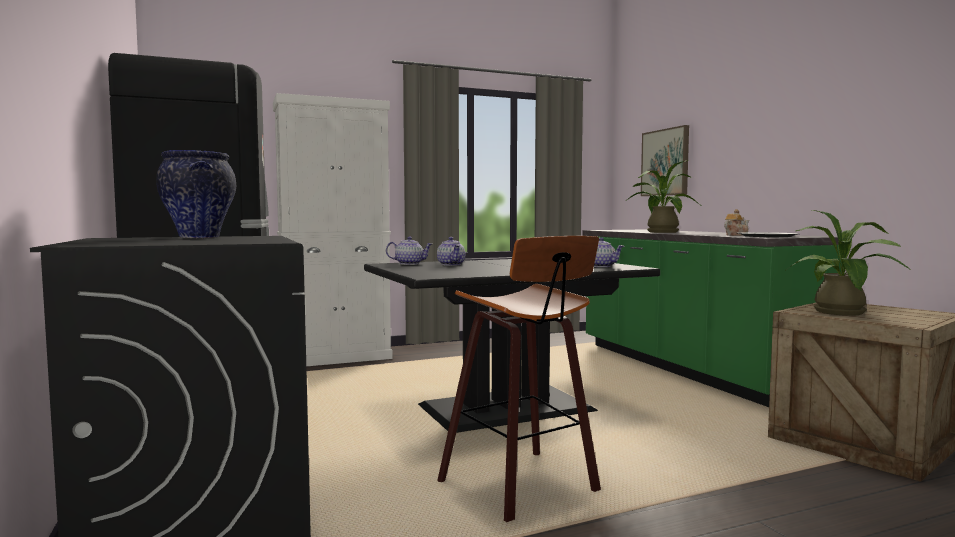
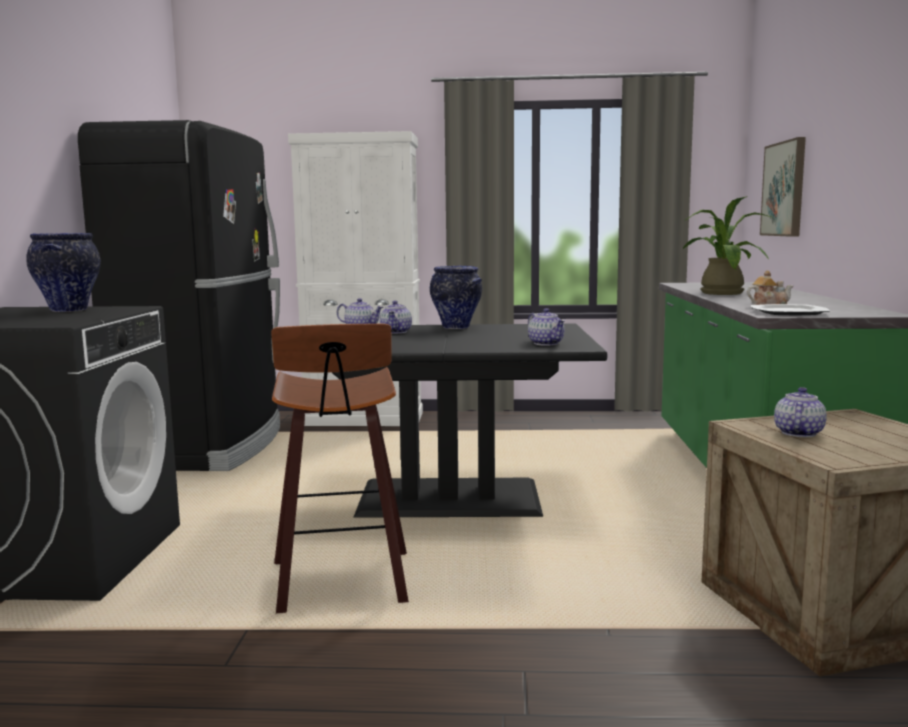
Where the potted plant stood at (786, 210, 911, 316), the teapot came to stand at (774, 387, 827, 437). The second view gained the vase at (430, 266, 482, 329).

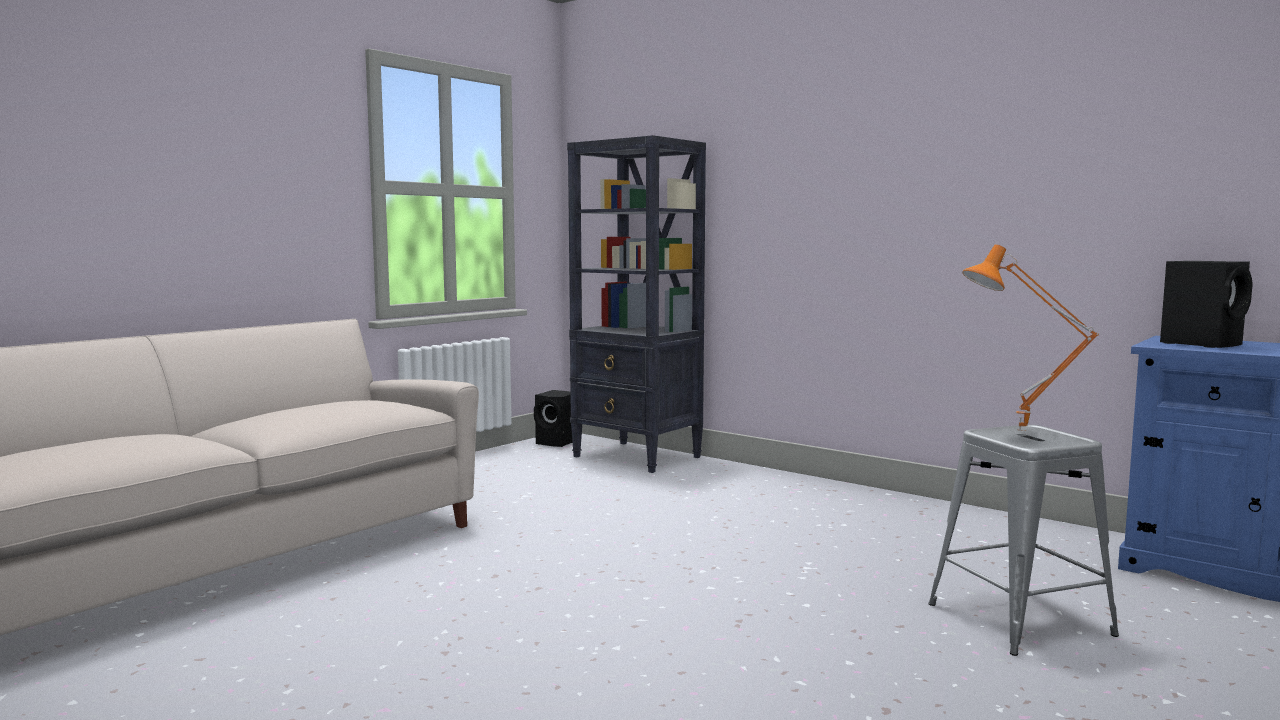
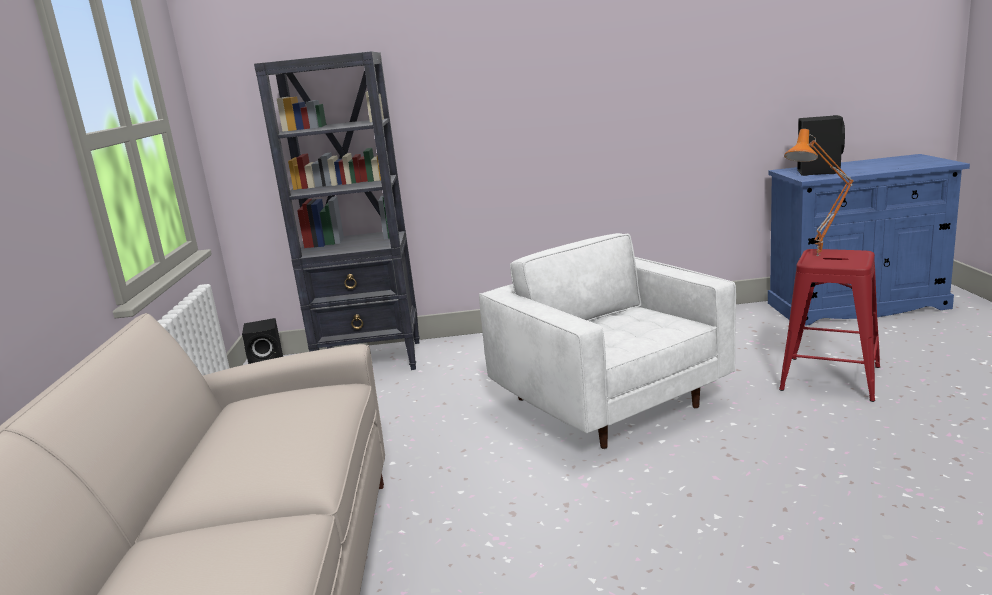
What was the stool/grey at (929, 425, 1119, 656) turned into the stool/red at (779, 249, 880, 402). The second view gained the armchair/white at (479, 233, 736, 449).

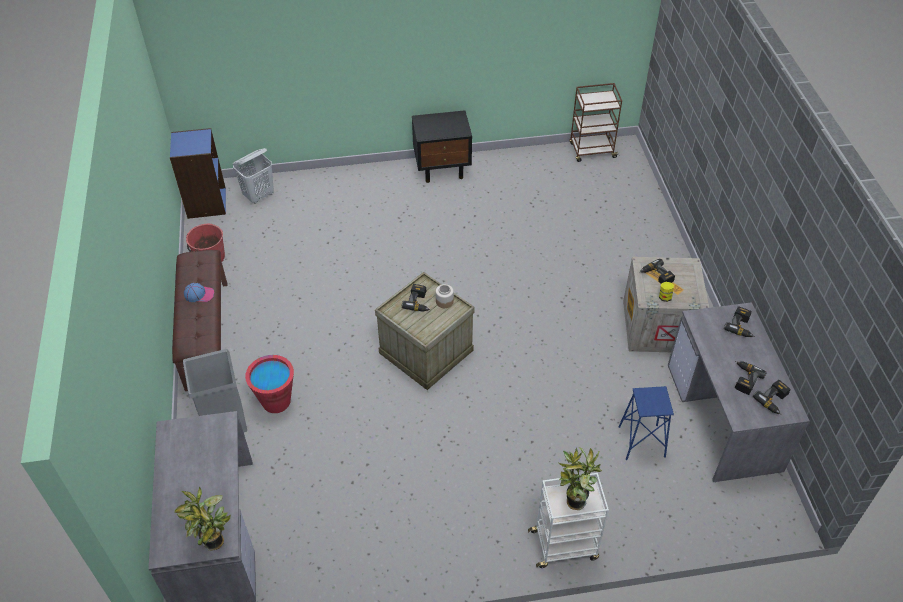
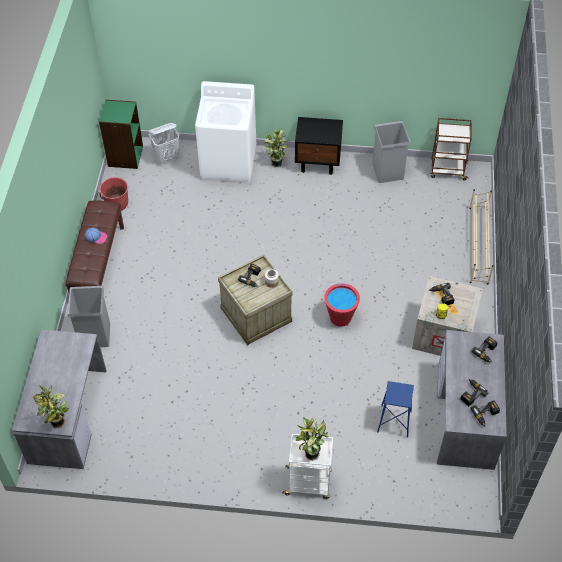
What was the bookcase/blue at (170, 128, 226, 219) turned into the bookcase/green at (99, 100, 143, 169). The bucket/red ended up elsewhere, having gone from (245, 355, 294, 413) to (324, 283, 360, 327). The second view gained the washing machine/white at (195, 81, 256, 183). The second view gained the potted plant at (264, 128, 289, 168). The second view gained the trash can/grey at (372, 121, 411, 183). The second view gained the shoe rack/beige at (469, 189, 494, 285).

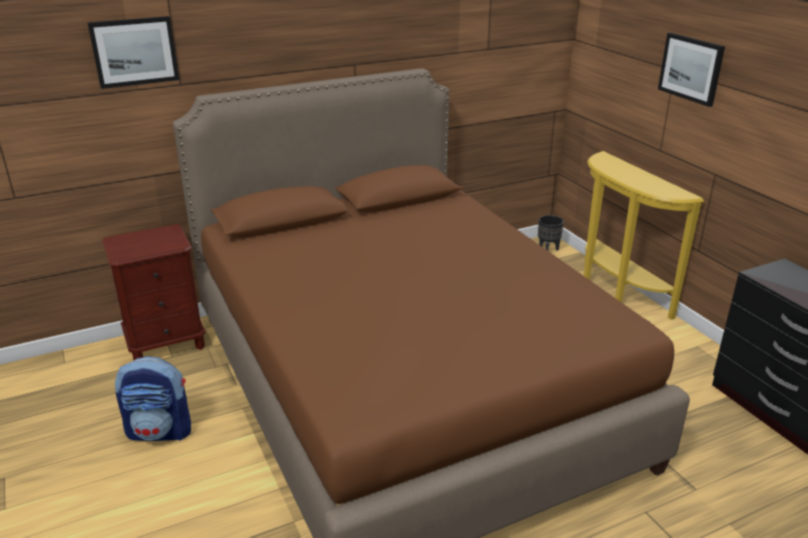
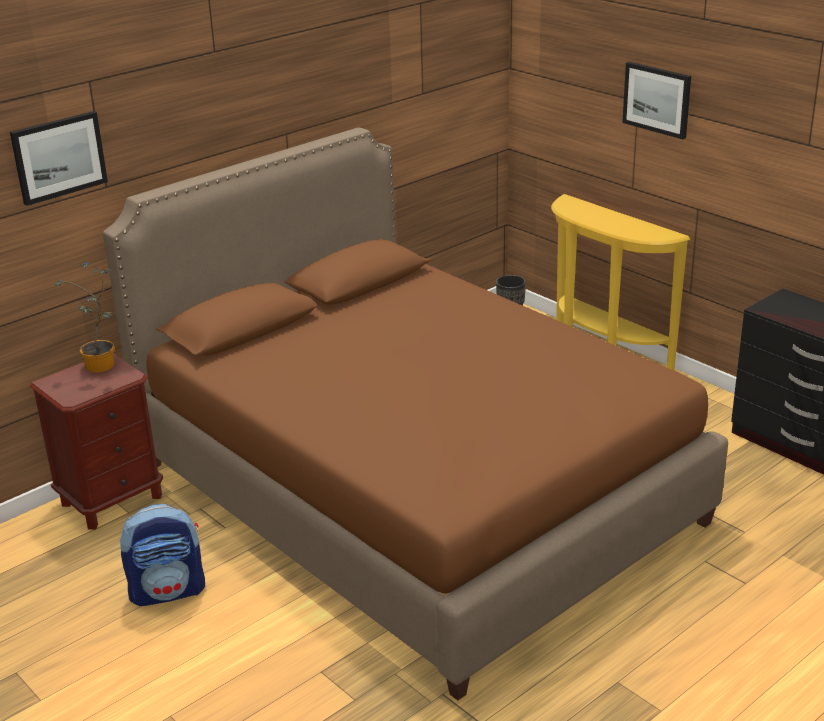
The second view gained the potted plant at (54, 262, 115, 373).

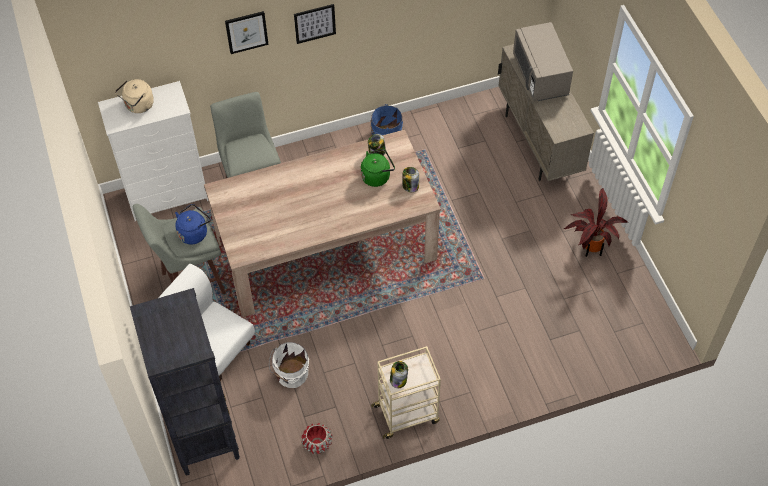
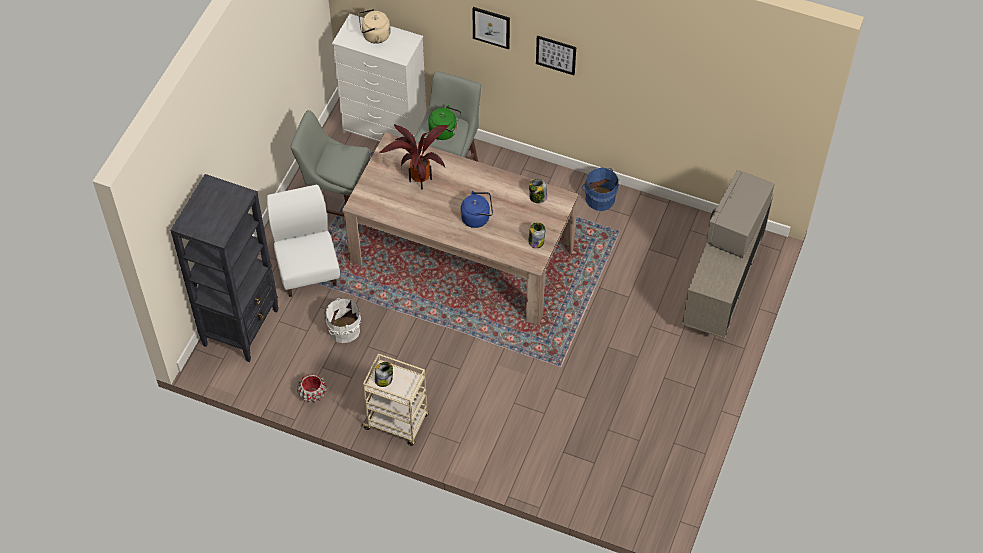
The kettle/blue ended up elsewhere, having gone from (175, 204, 211, 244) to (461, 191, 493, 228). The kettle/green ended up elsewhere, having gone from (361, 149, 395, 187) to (428, 105, 461, 140). The potted plant ended up elsewhere, having gone from (564, 188, 628, 257) to (380, 124, 449, 189).

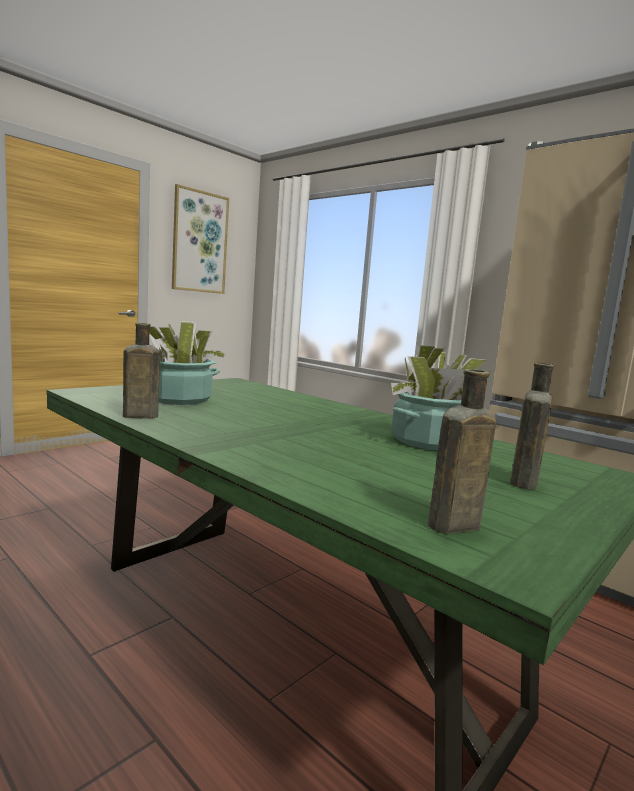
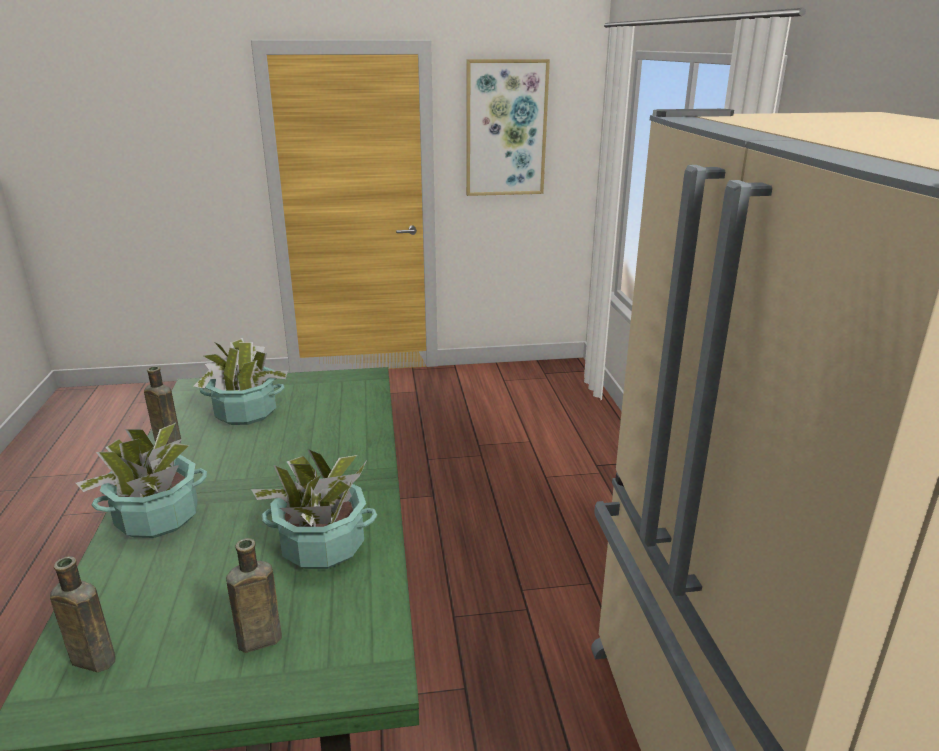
The second view gained the potted plant at (76, 423, 207, 538).

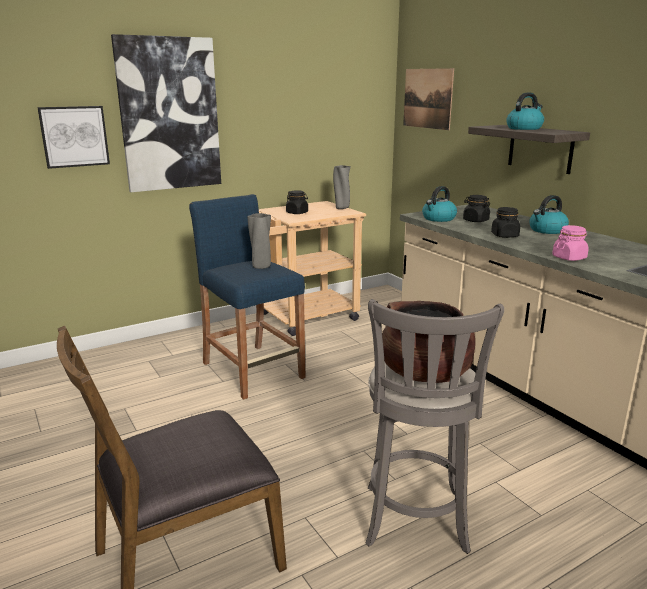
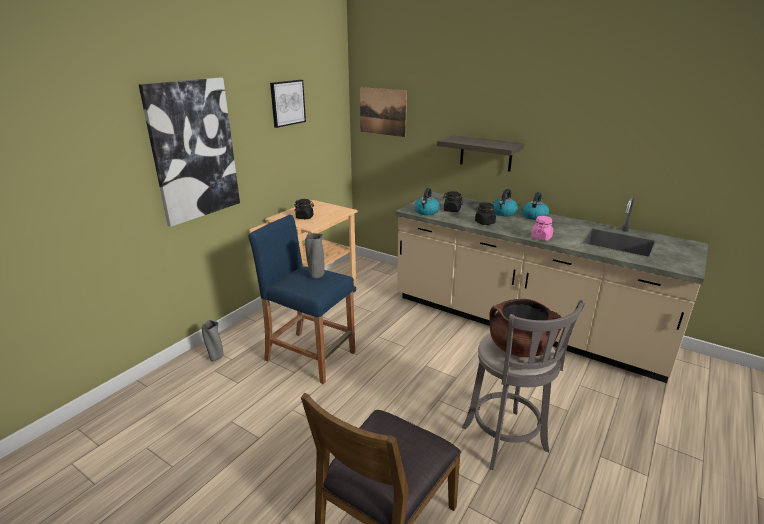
The picture ended up elsewhere, having gone from (37, 106, 110, 169) to (270, 80, 306, 128). The vase/grey ended up elsewhere, having gone from (333, 165, 351, 209) to (202, 320, 223, 361). The kettle ended up elsewhere, having gone from (506, 93, 544, 130) to (522, 192, 549, 220).

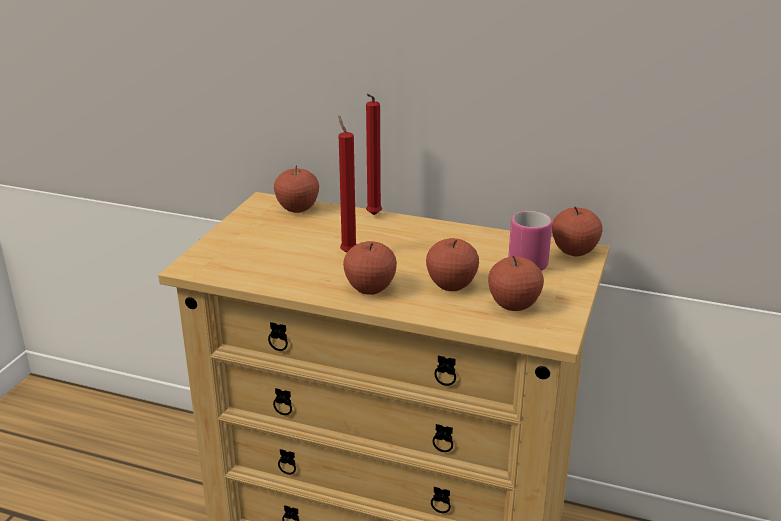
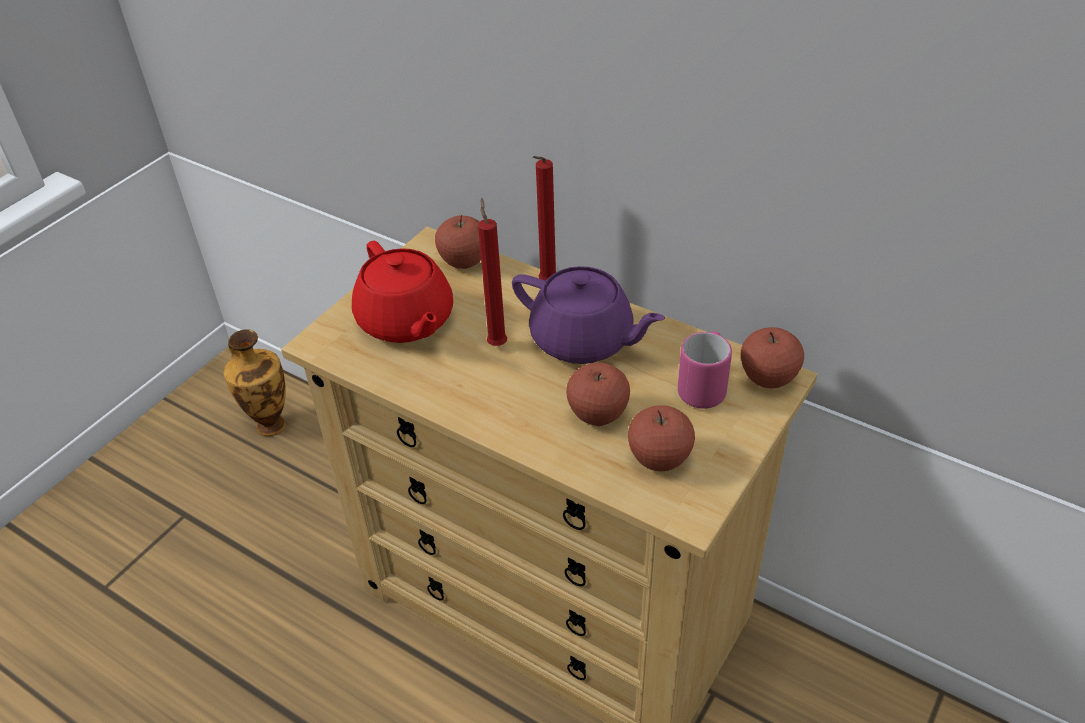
The second view lost the apple at (343, 241, 397, 295). The second view gained the vase at (224, 329, 286, 436). The second view gained the teapot/red at (352, 241, 453, 343). The second view gained the teapot/purple at (512, 266, 665, 364).

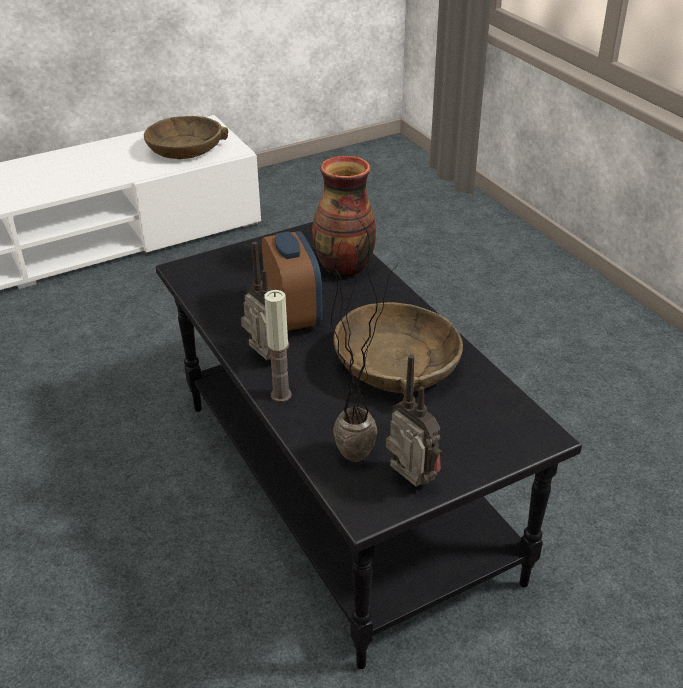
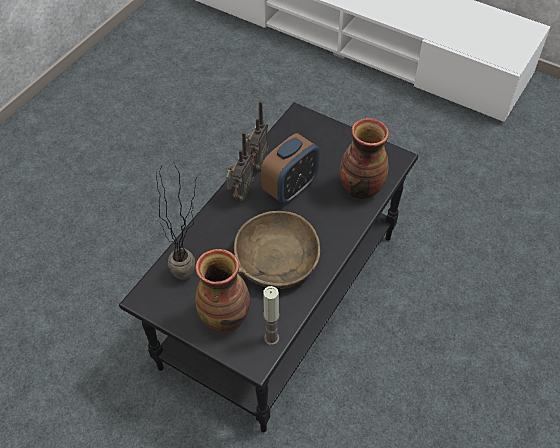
The second view lost the bowl/brown at (144, 116, 228, 159). The candle ended up elsewhere, having gone from (264, 290, 292, 402) to (263, 286, 280, 345). The radio ended up elsewhere, having gone from (386, 354, 443, 487) to (246, 100, 268, 170). The second view gained the vase at (195, 249, 250, 333).

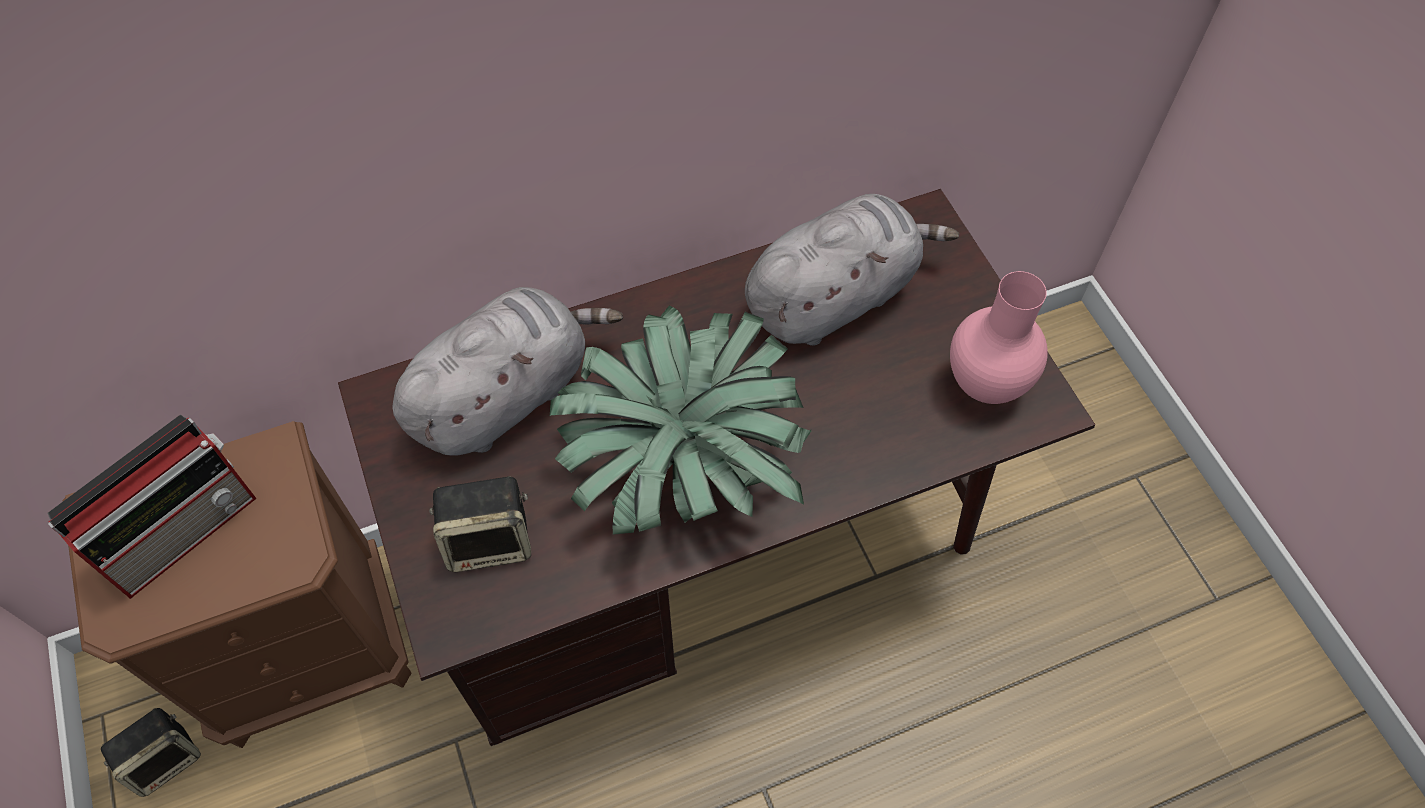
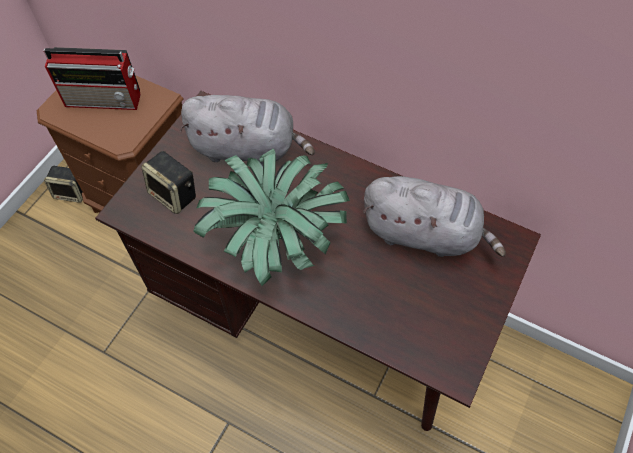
The second view lost the vase/pink at (950, 271, 1048, 404).

